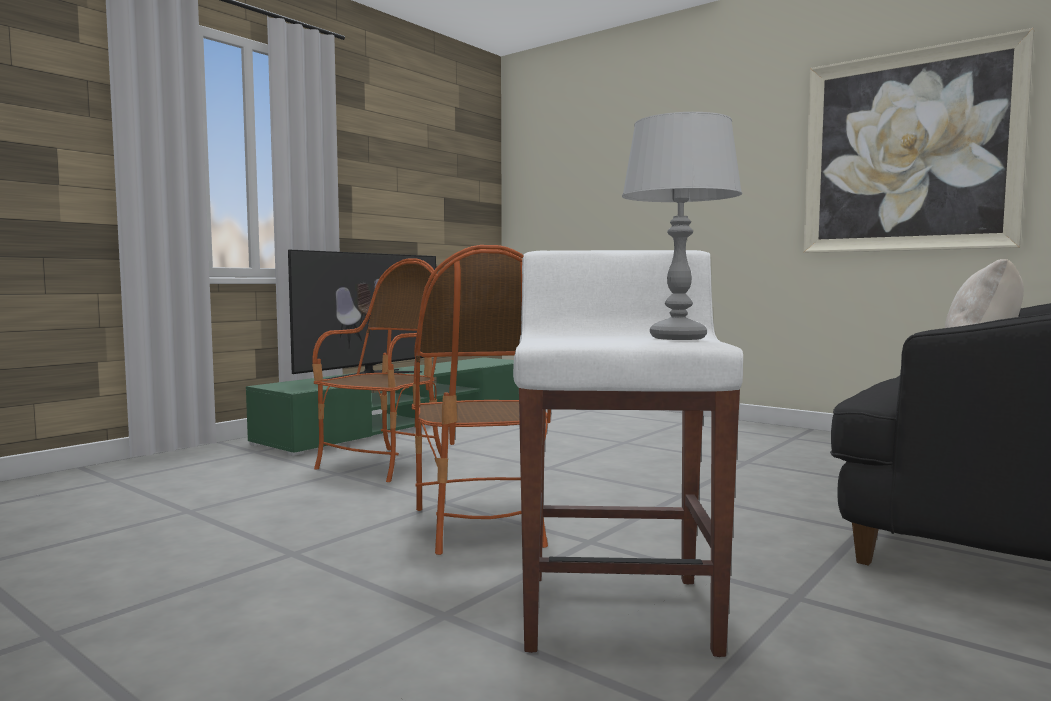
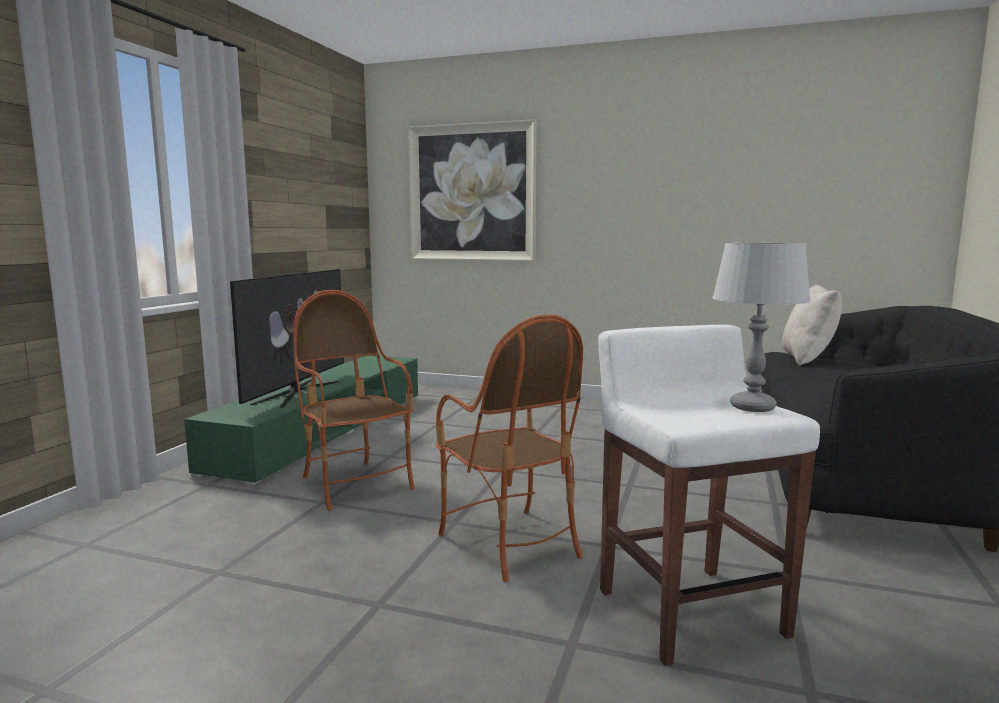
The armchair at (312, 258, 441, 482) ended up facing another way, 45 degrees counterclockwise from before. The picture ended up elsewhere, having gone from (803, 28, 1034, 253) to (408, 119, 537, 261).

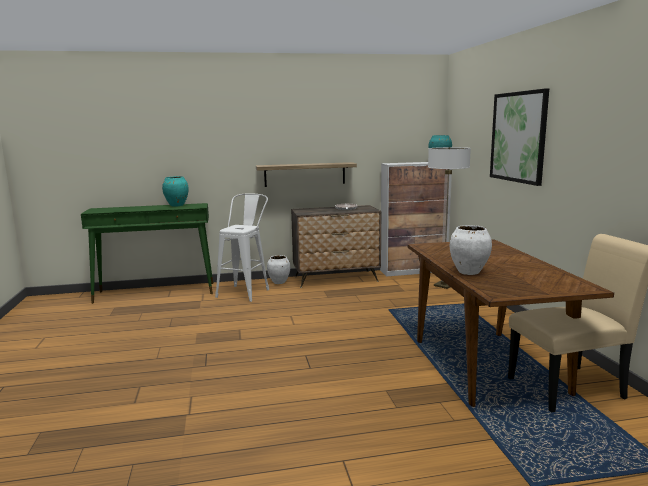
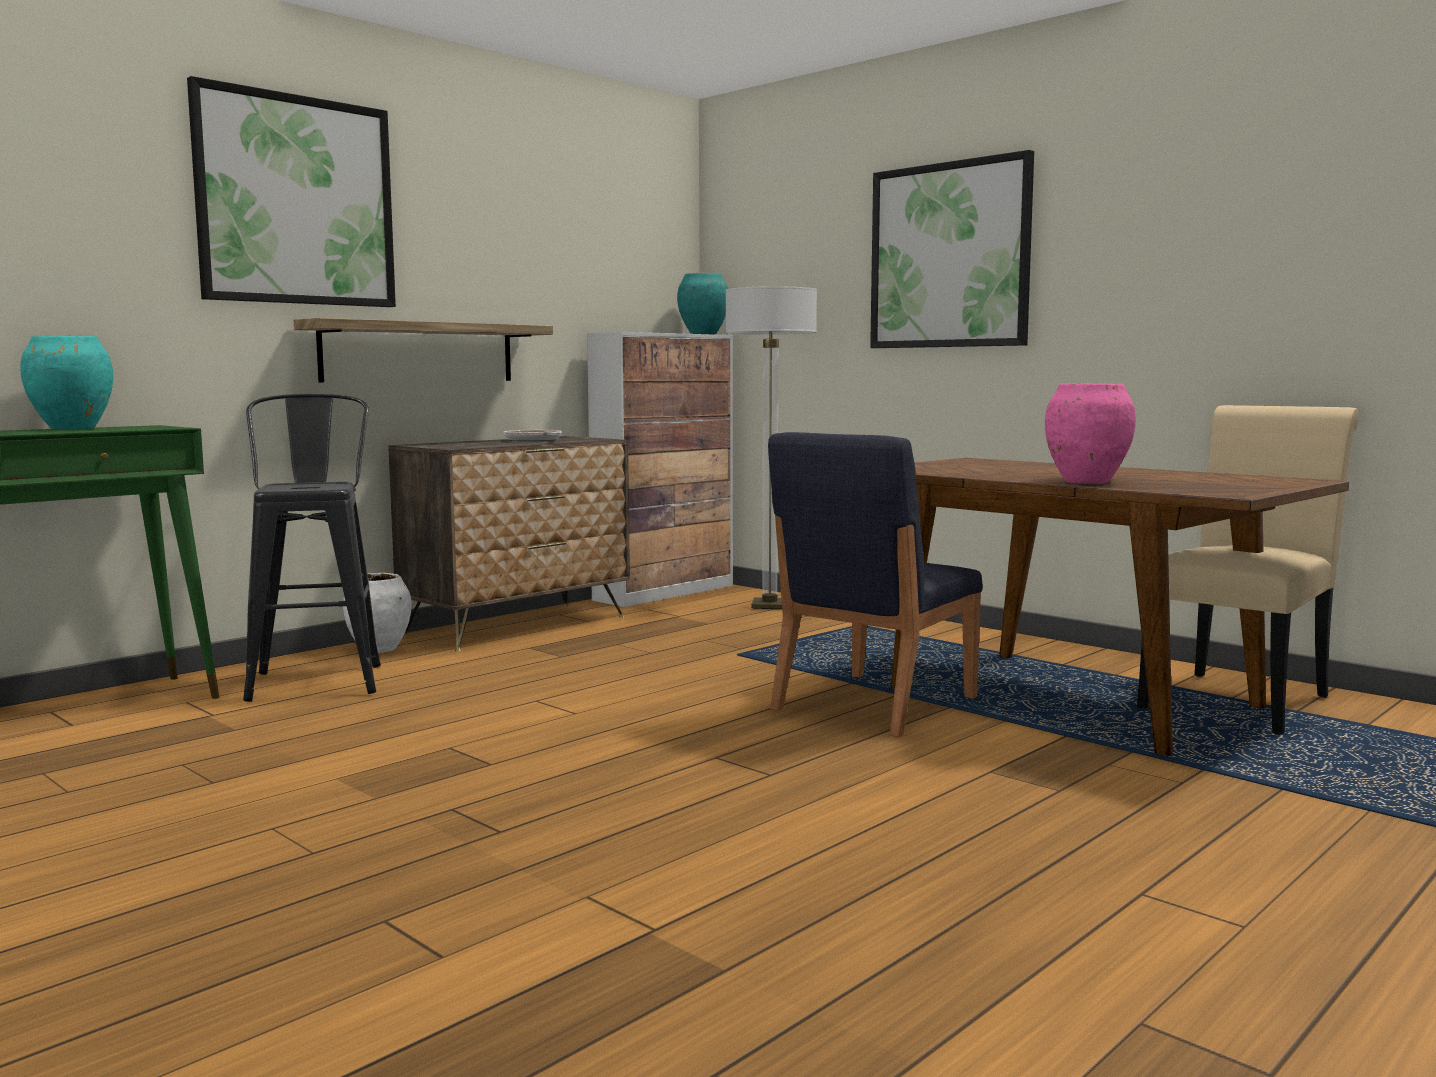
What was the stool/white at (215, 193, 269, 302) turned into the stool/black at (243, 394, 381, 702). What was the vase/white at (450, 225, 492, 275) turned into the vase/pink at (1045, 383, 1136, 484). The second view gained the picture at (187, 76, 396, 307). The second view gained the chair/blue at (768, 432, 983, 737).

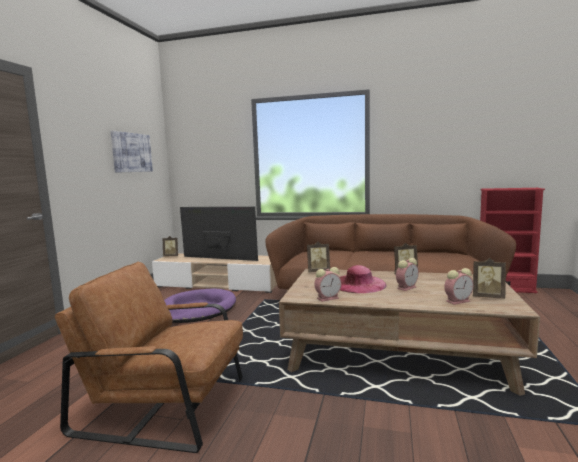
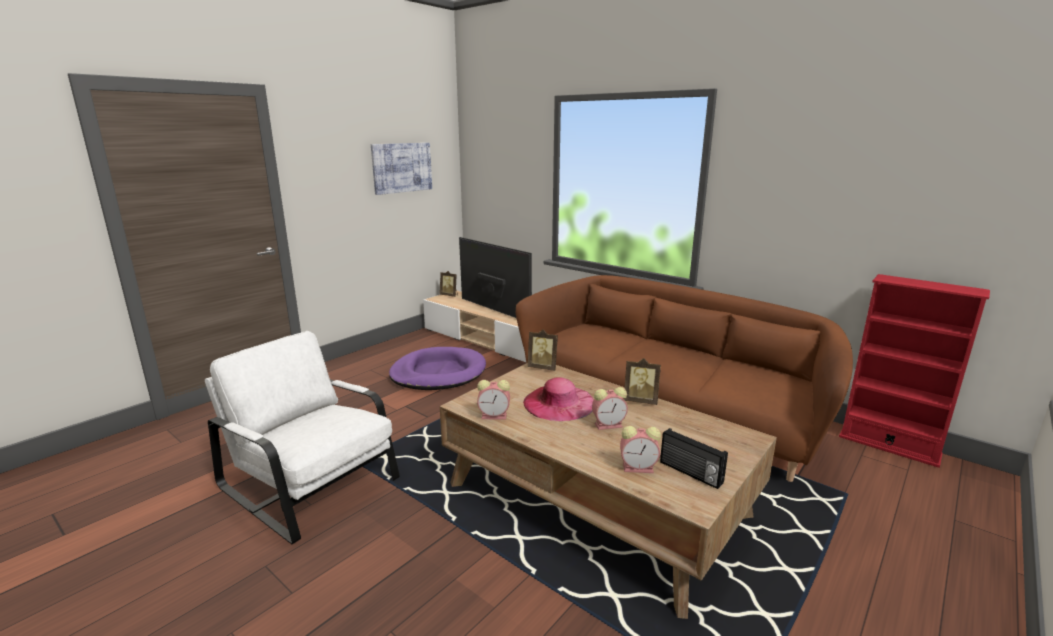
What was the armchair/brown at (55, 262, 243, 453) turned into the armchair/white at (205, 331, 400, 544). Where the picture frame stood at (473, 258, 506, 299), the radio came to stand at (660, 428, 728, 489).

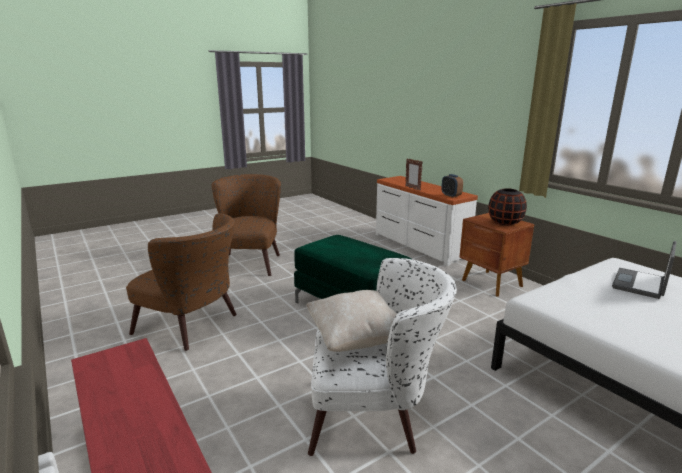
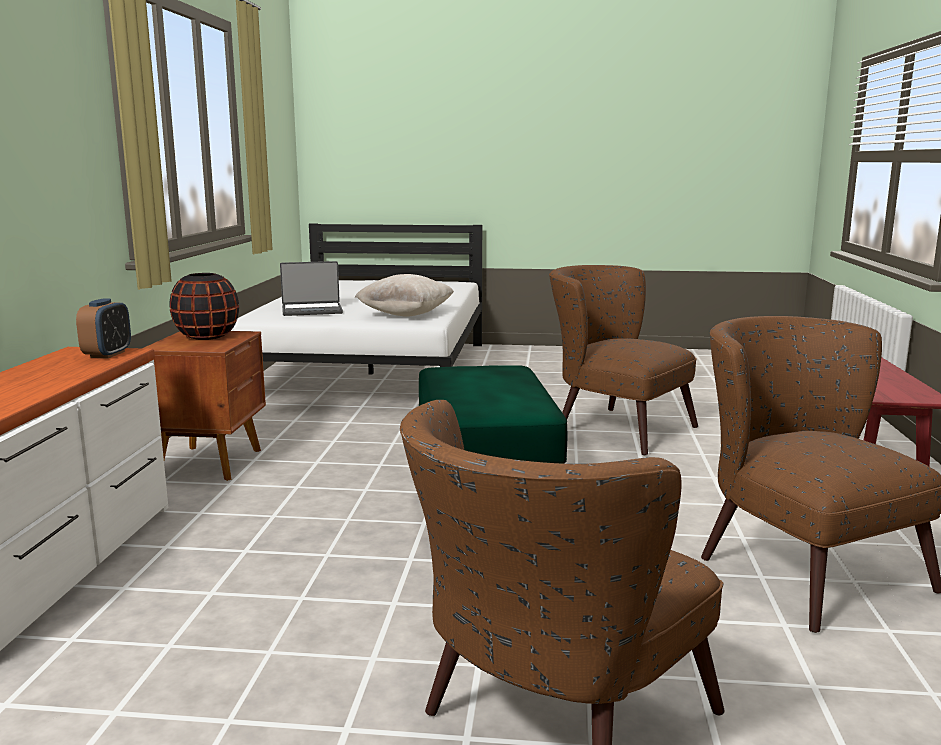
The pillow/beige ended up elsewhere, having gone from (306, 290, 397, 352) to (355, 274, 454, 317). What was the armchair/white at (308, 258, 457, 456) turned into the armchair/brown at (549, 265, 698, 456). The second view lost the picture frame at (405, 158, 423, 191).

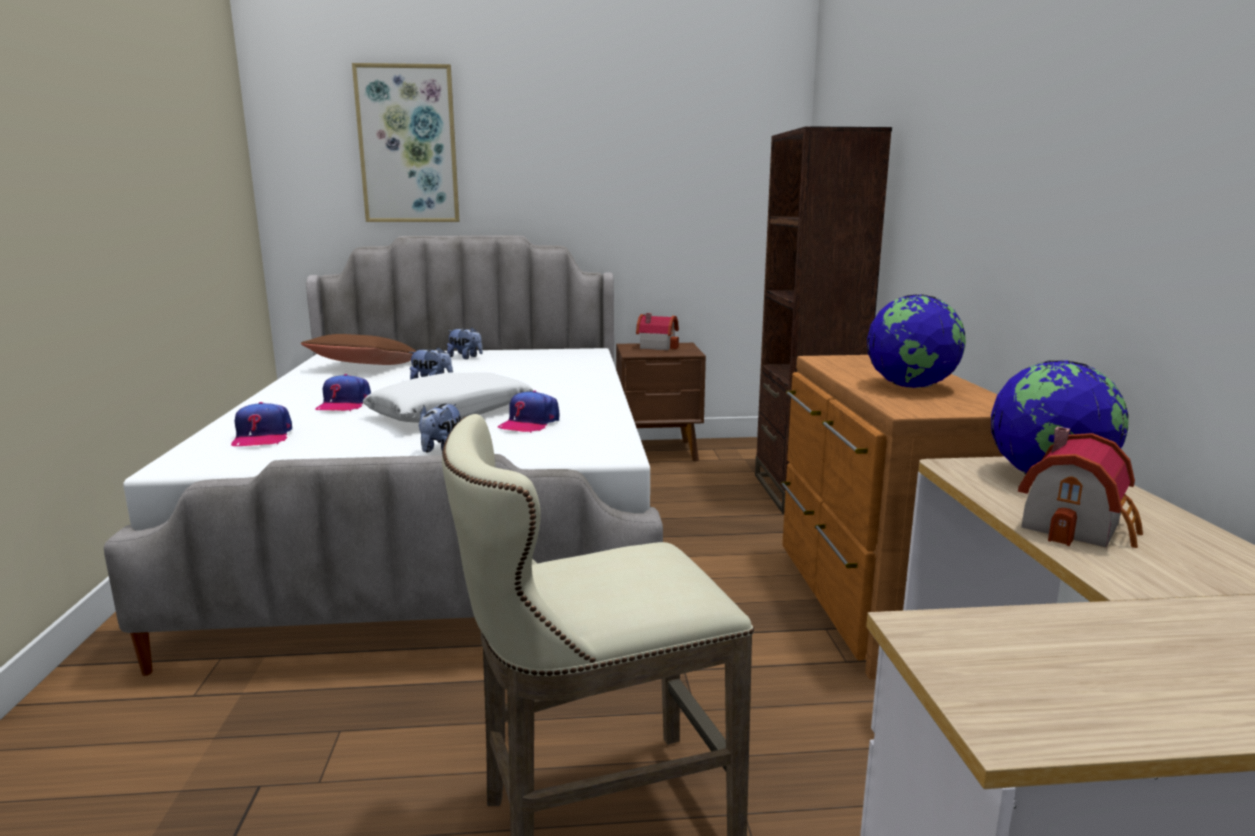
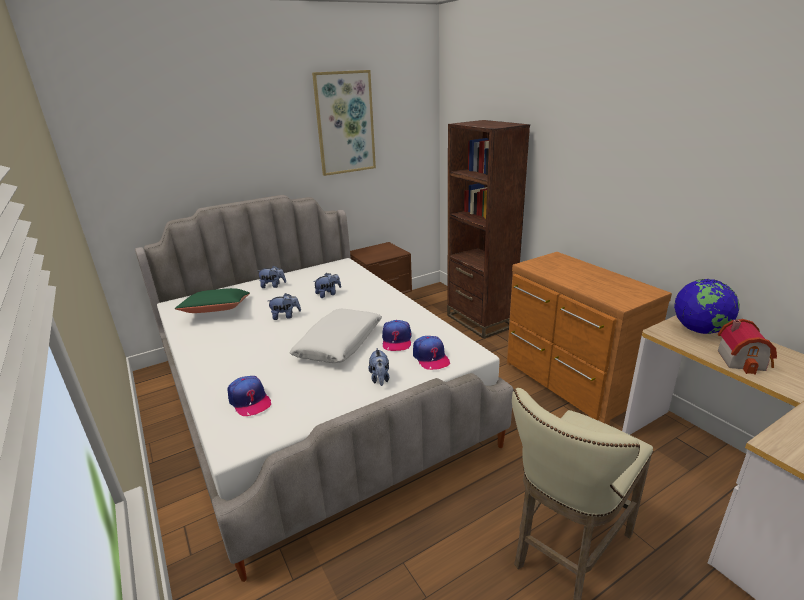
What was the pillow/brown at (301, 334, 416, 365) turned into the pillow/green at (175, 288, 250, 313). The cap ended up elsewhere, having gone from (315, 374, 371, 411) to (413, 336, 450, 370). The picture ended up elsewhere, having gone from (352, 63, 460, 222) to (312, 70, 376, 176). The second view lost the toy house at (636, 313, 679, 350). The second view lost the globe at (867, 294, 966, 388). The second view gained the plush toy at (313, 273, 341, 298).

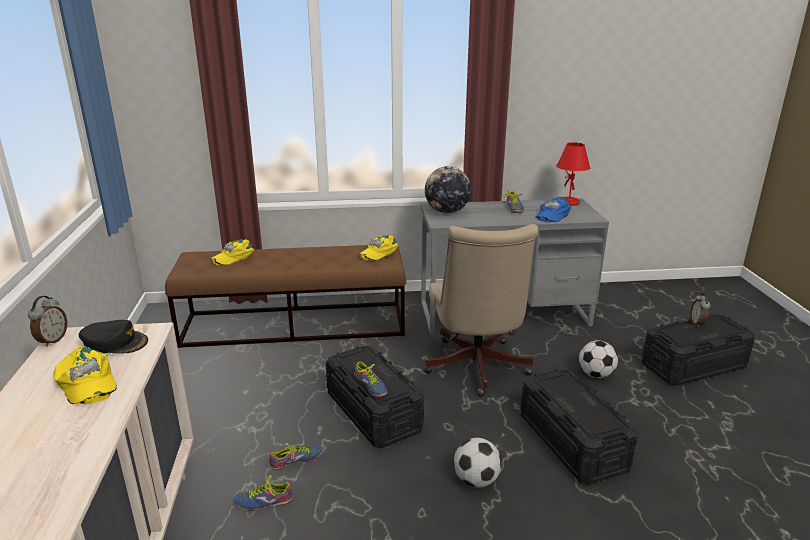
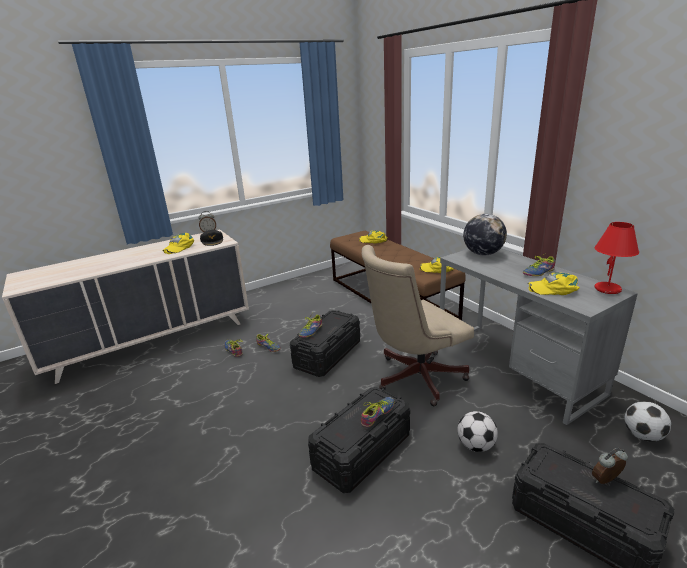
The football ended up elsewhere, having gone from (454, 438, 502, 488) to (624, 401, 671, 442). What was the cap/blue at (535, 197, 571, 223) turned into the cap/yellow at (528, 272, 580, 295). The second view gained the shoe at (361, 397, 394, 427).

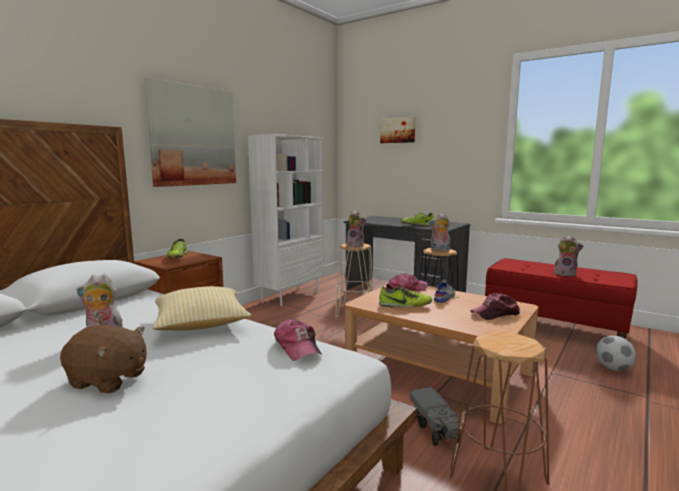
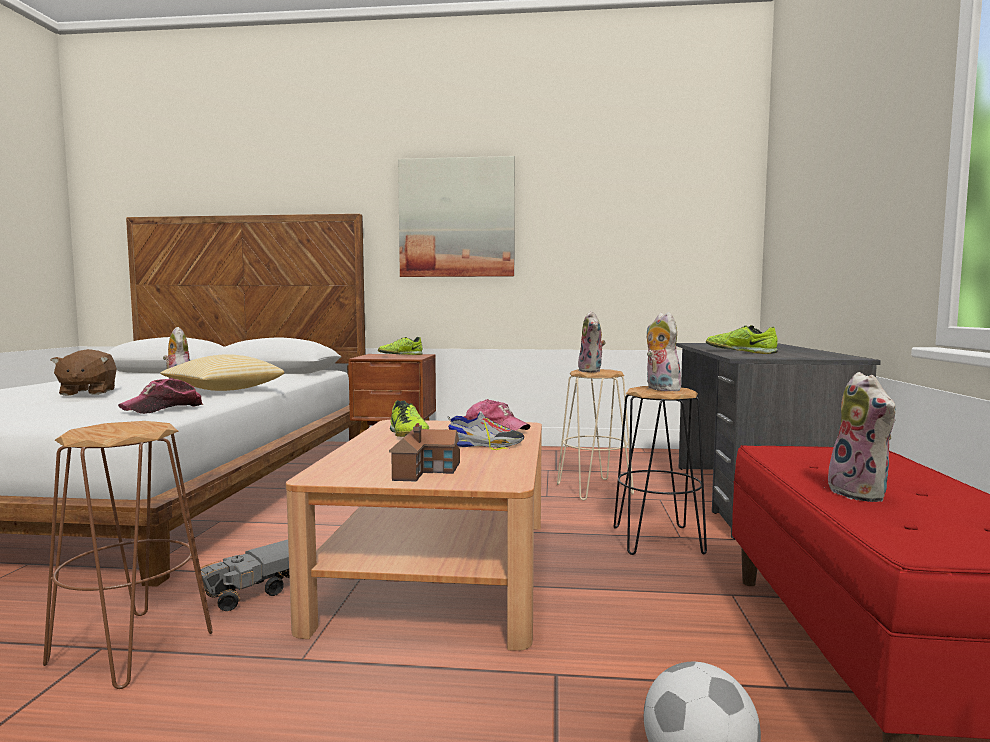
The second view lost the bookcase/white at (248, 134, 324, 306). The second view lost the picture at (380, 117, 415, 143). Where the cap stood at (471, 293, 520, 320), the toy house came to stand at (389, 423, 460, 481).

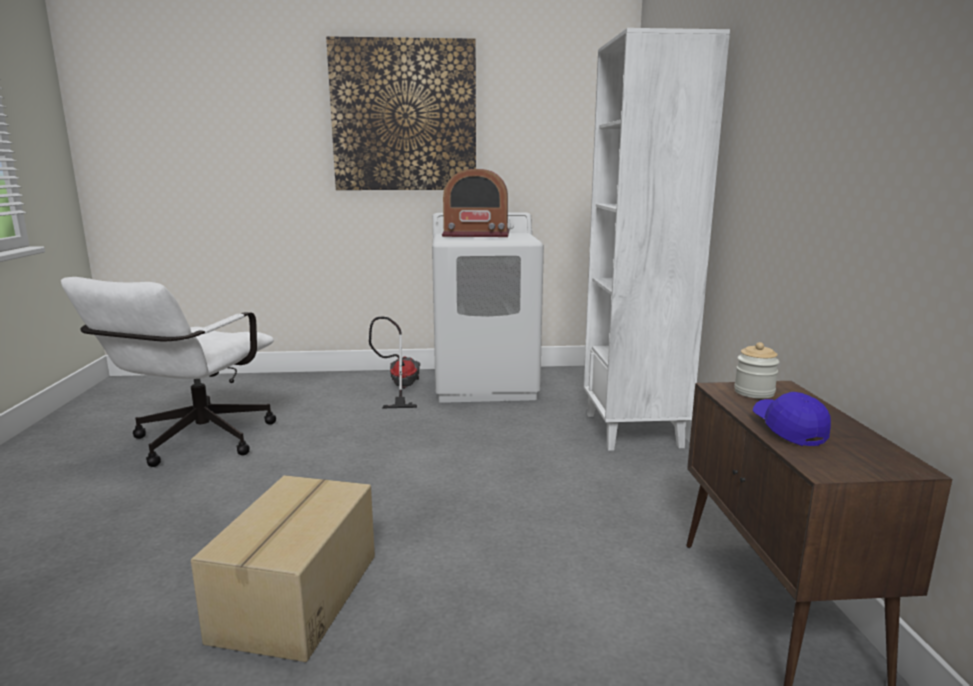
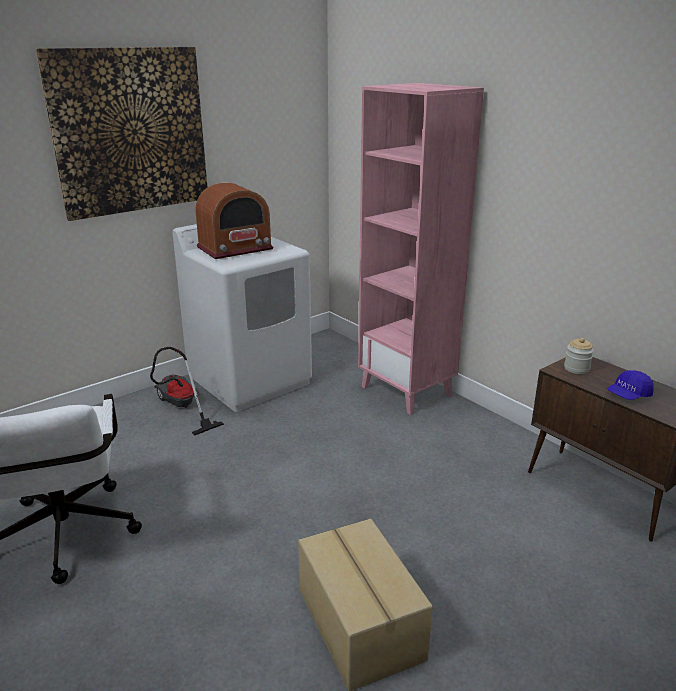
What was the bookcase/white at (583, 28, 730, 451) turned into the bookcase/pink at (358, 83, 484, 415). The cap/blue at (753, 392, 831, 446) ended up facing another way, 75 degrees counterclockwise from before.

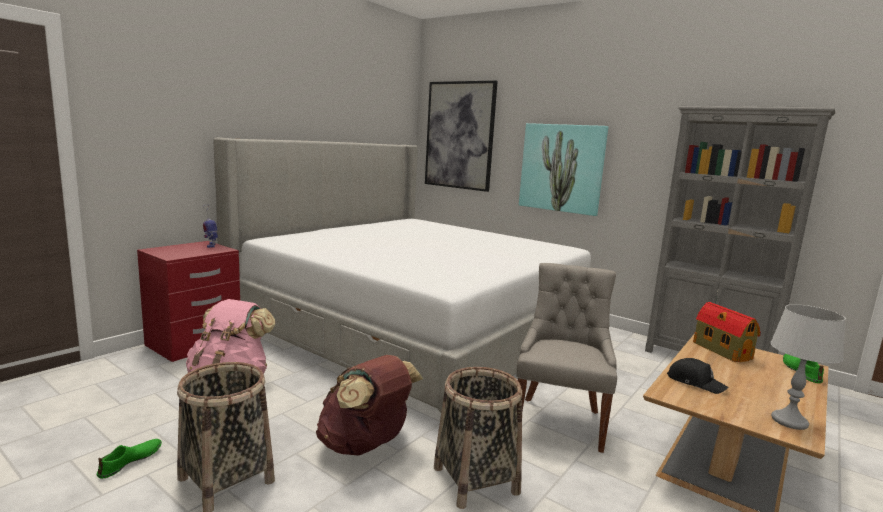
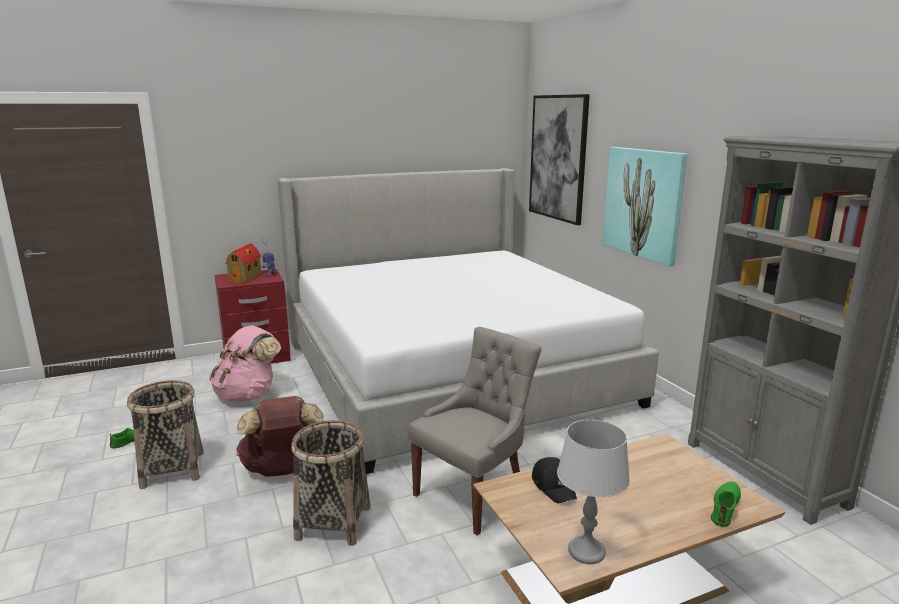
The toy house ended up elsewhere, having gone from (693, 302, 760, 362) to (226, 244, 262, 283).

